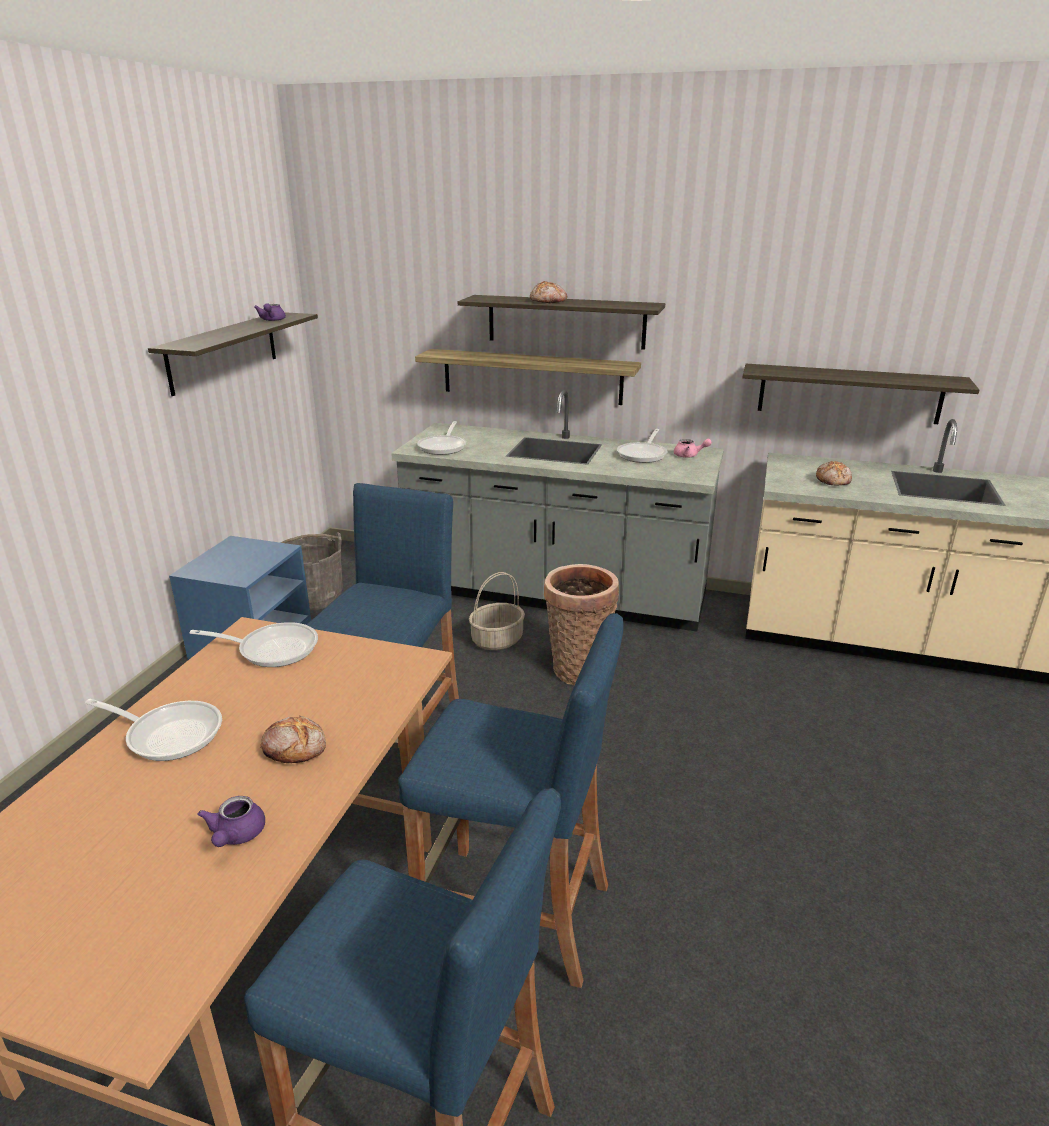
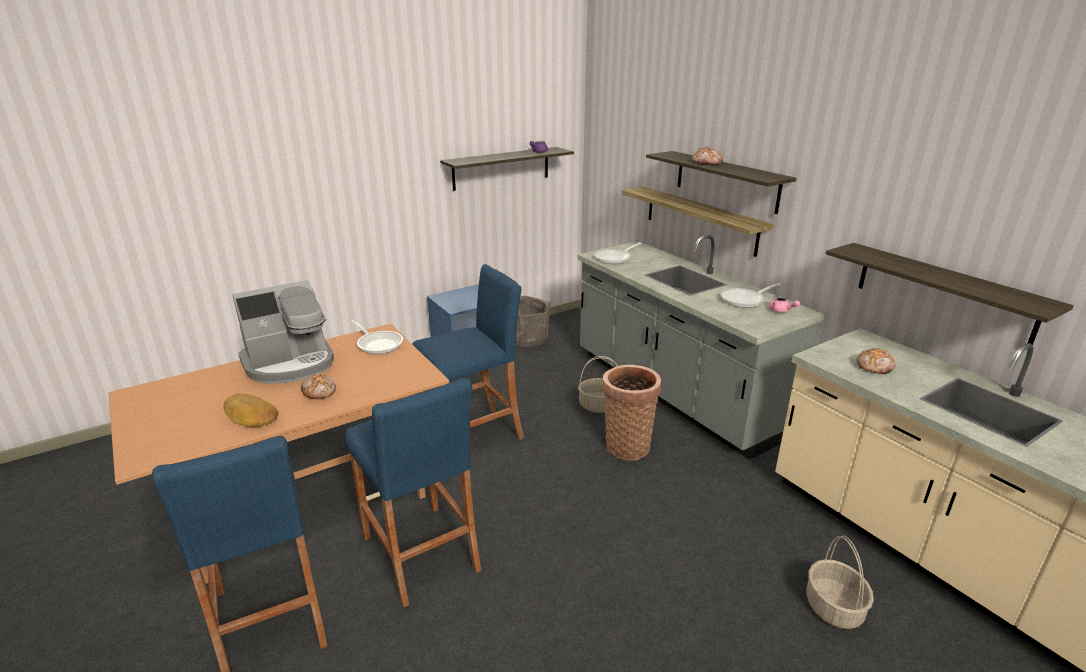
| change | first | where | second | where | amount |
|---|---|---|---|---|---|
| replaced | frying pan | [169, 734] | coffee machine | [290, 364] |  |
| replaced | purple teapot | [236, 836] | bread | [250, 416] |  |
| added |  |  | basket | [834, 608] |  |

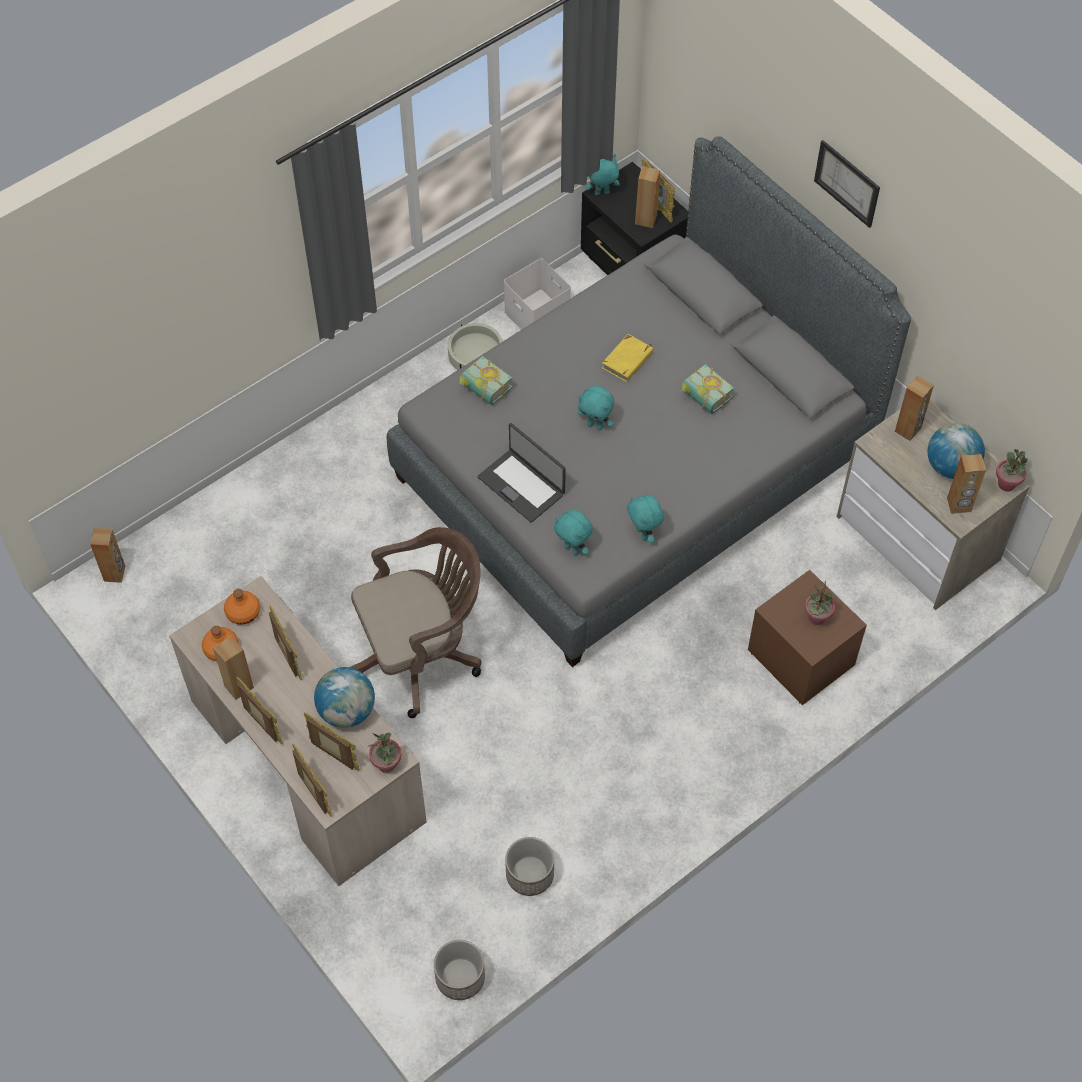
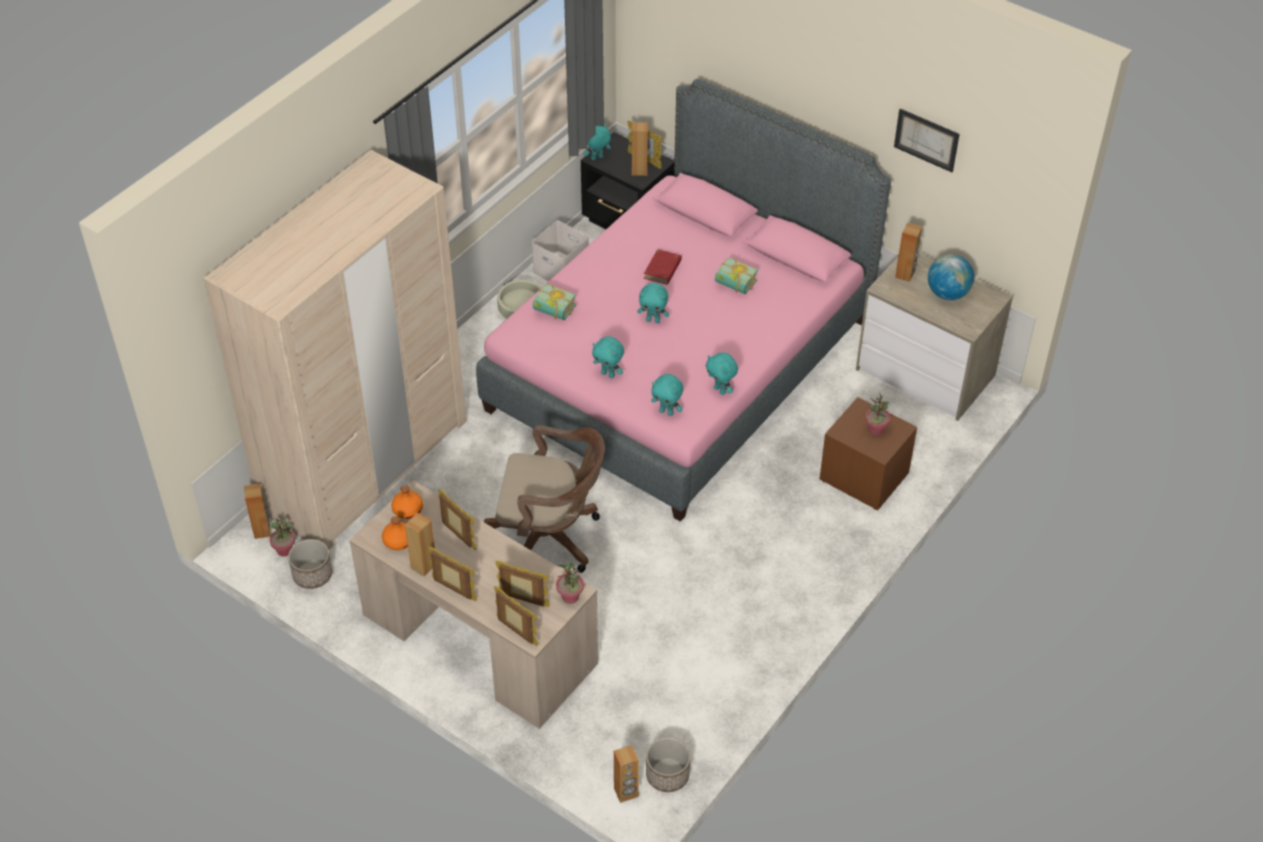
| change | first | where | second | where | amount |
|---|---|---|---|---|---|
| recoloured | grey bed | [635, 464] | pink bed | [680, 363] |  |
| moved | picture | [847, 183] |  | [926, 139] |  |
| recoloured | yellow book | [627, 360] | red book | [663, 269] |  |
| replaced | laptop | [522, 485] | turquoise plush toy | [608, 374] |  |
| moved | potted plant | [1006, 484] |  | [284, 550] |  |
| moved | brown speaker | [959, 505] |  | [626, 792] |  |
| turned | brown office chair | [421, 654] |  | [550, 538] | 45 degrees clockwise |
| removed | globe | [347, 711] |  |  |  |
| moved | planter | [529, 874] |  | [312, 574] |  |
| added |  |  | beige wardrobe | [365, 465] |  |

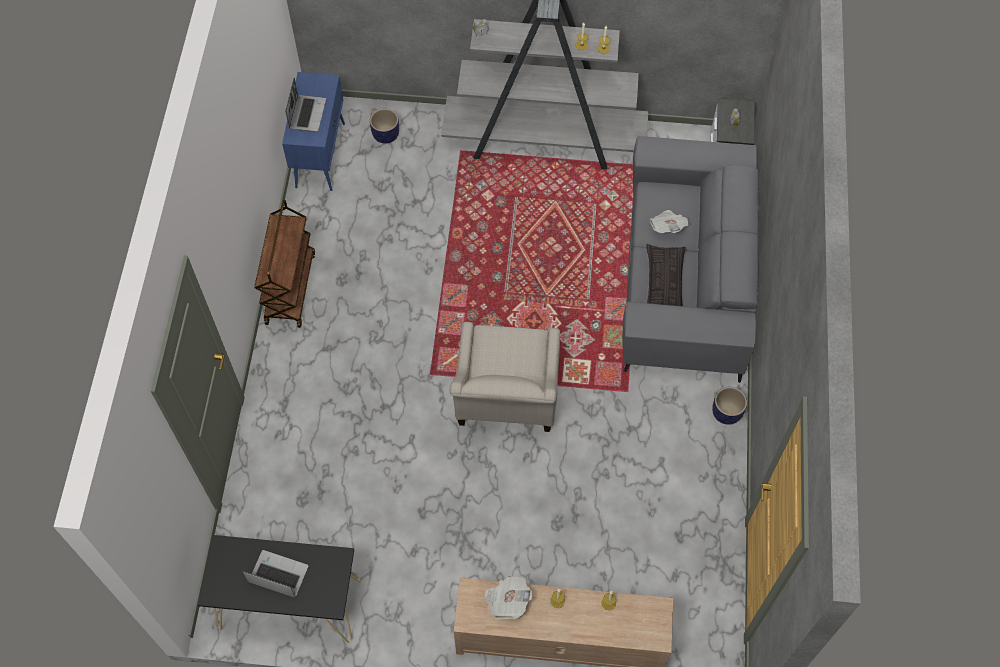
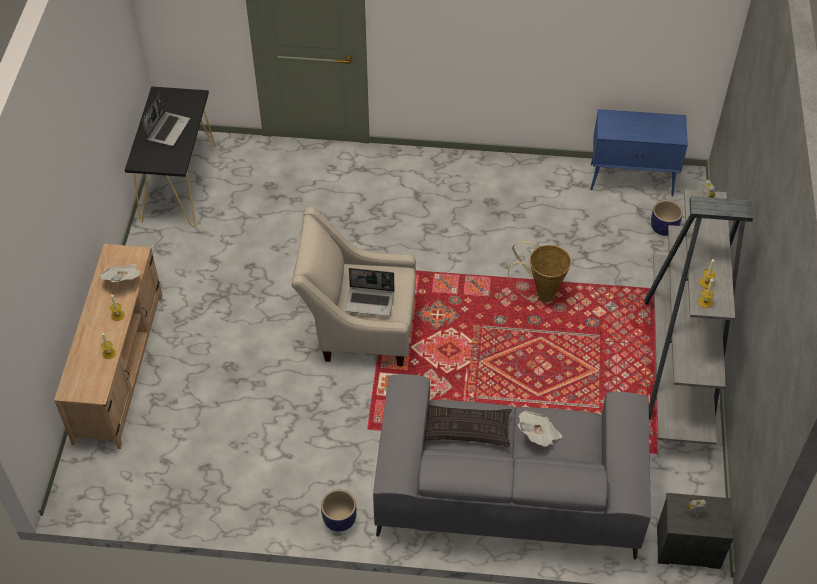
| change | first | where | second | where | amount |
|---|---|---|---|---|---|
| moved | laptop | [307, 113] |  | [370, 301] |  |
| removed | brown cart | [290, 287] |  |  |  |
| added |  |  | basket | [540, 294] |  |

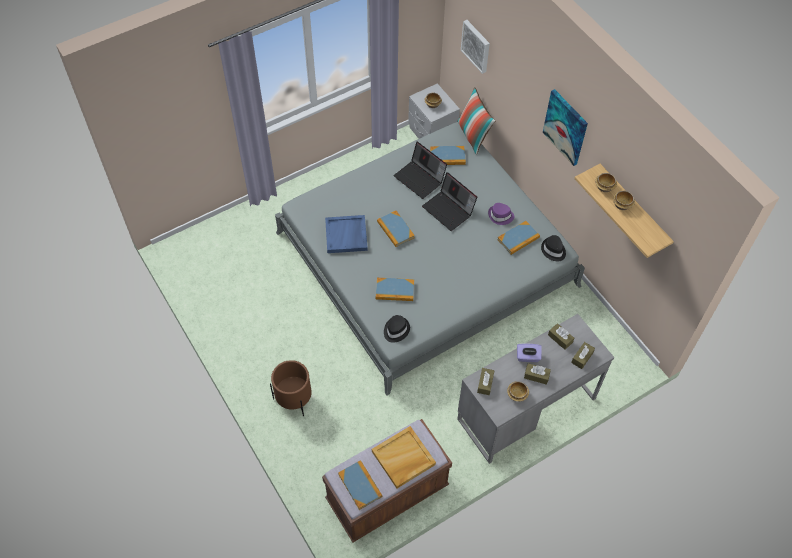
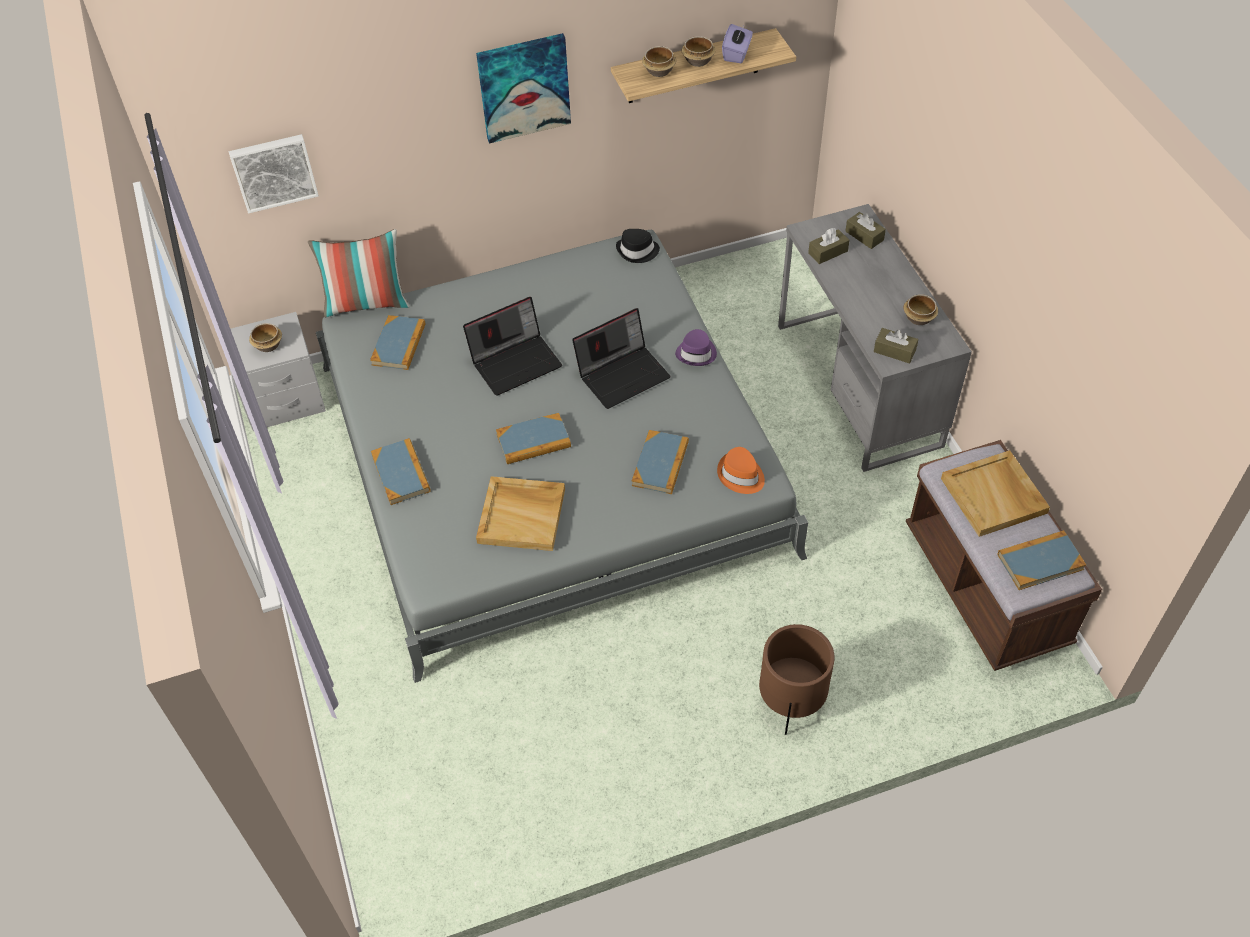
| change | first | where | second | where | amount |
|---|---|---|---|---|---|
| moved | laptop | [420, 179] |  | [623, 374] |  |
| moved | purple hat | [500, 216] |  | [696, 353] |  |
| recoloured | blue tray | [346, 235] | beige tray | [522, 515] |  |
| moved | book | [518, 239] |  | [401, 473] |  |
| recoloured | black hat | [396, 330] | orange hat | [740, 475] |  |
| moved | purple tissue box | [527, 357] |  | [736, 54] |  |
| removed | brown tissue box | [536, 376] |  |  |  |

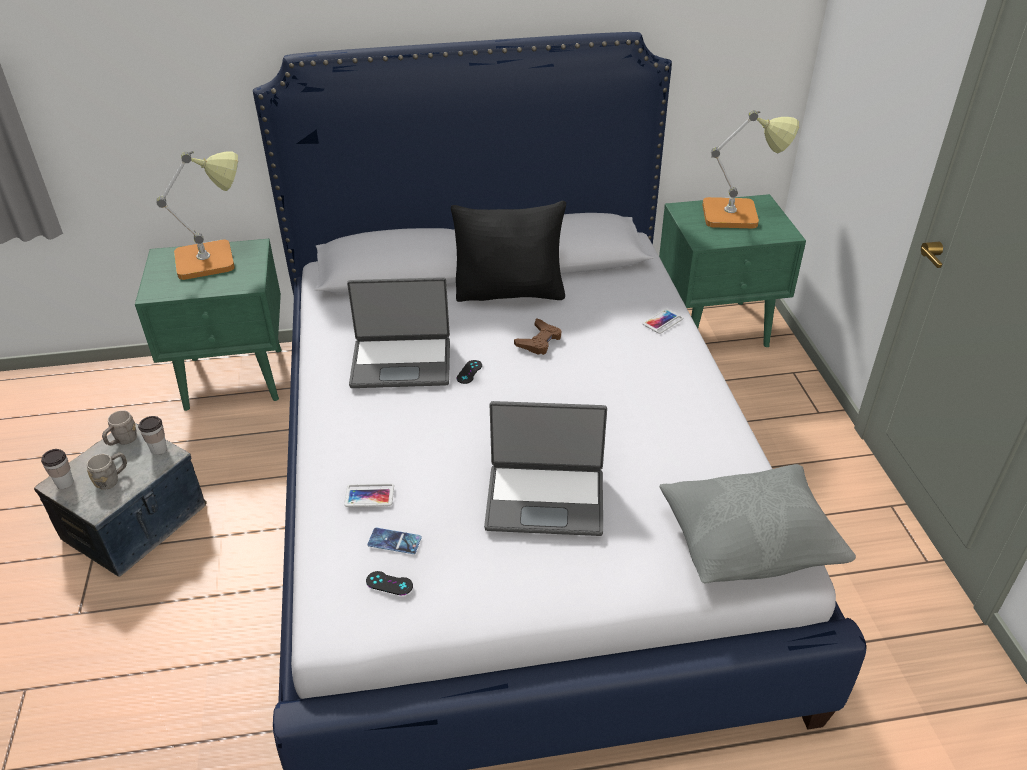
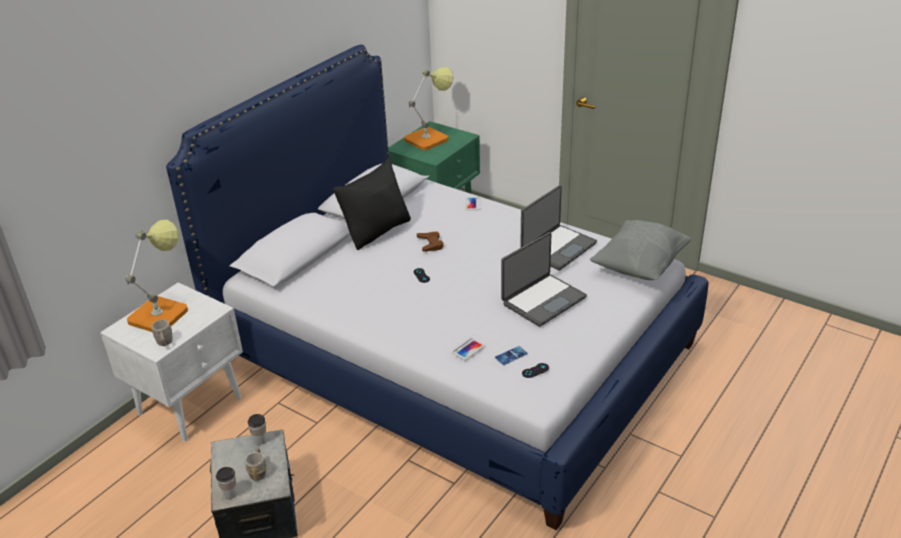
| change | first | where | second | where | amount |
|---|---|---|---|---|---|
| recoloured | green nightstand | [236, 378] | white nightstand | [191, 404] |  |
| moved | laptop | [401, 362] |  | [557, 248] |  |
| moved | grey mug | [123, 441] |  | [165, 343] |  |

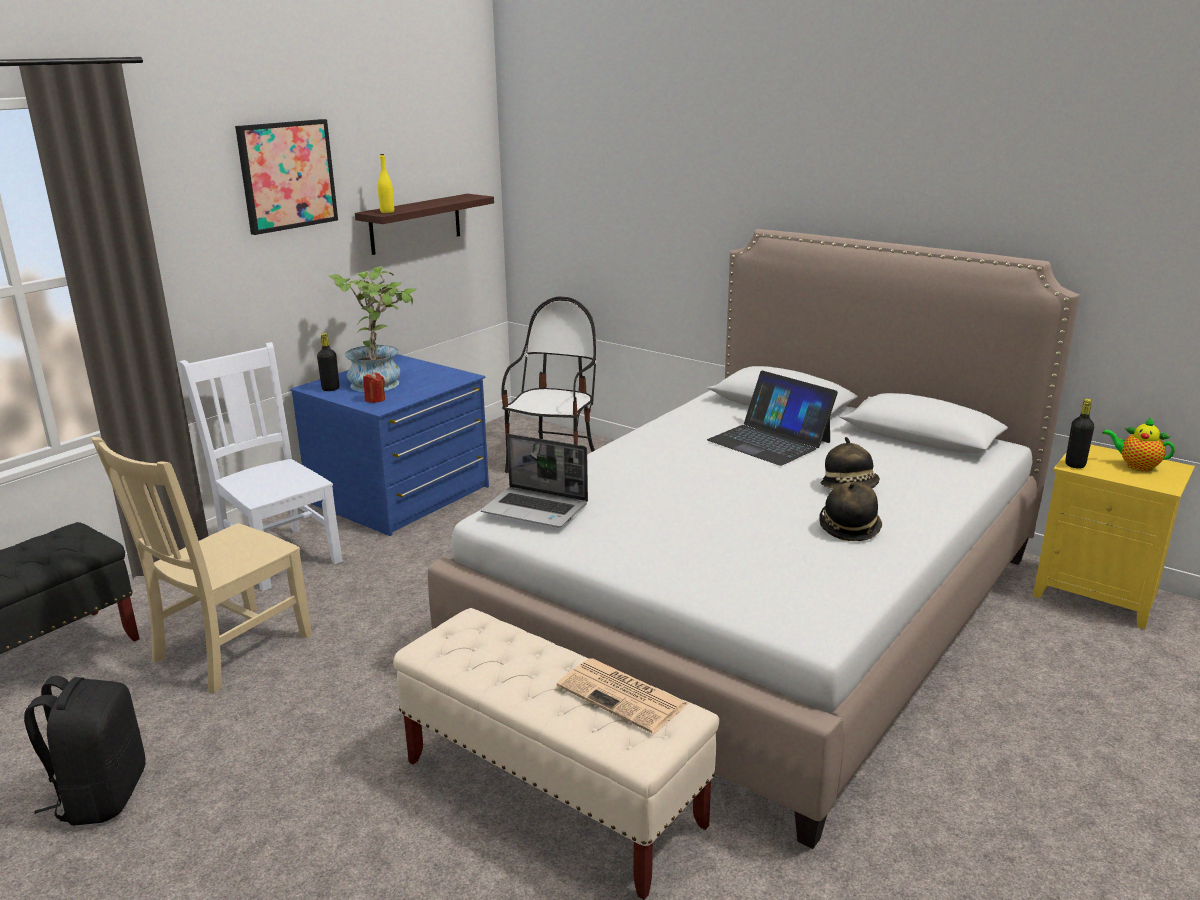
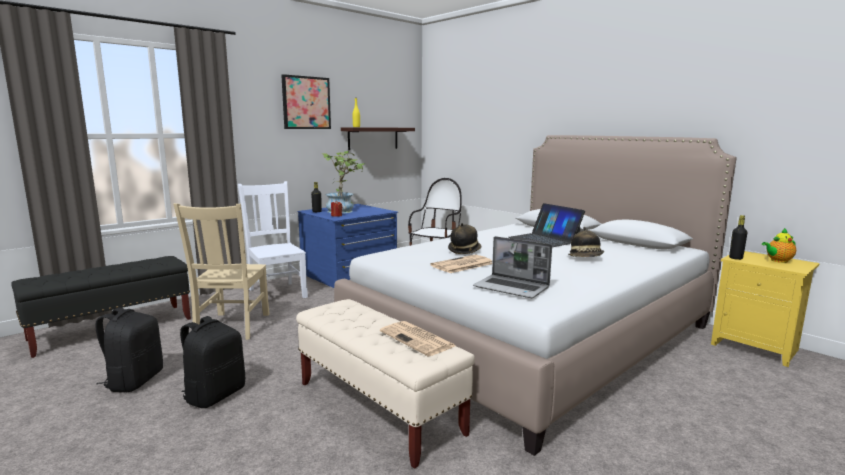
| change | first | where | second | where | amount |
|---|---|---|---|---|---|
| turned | teapot | [1136, 466] |  | [777, 261] | 60 degrees counterclockwise |
| moved | laptop | [536, 509] |  | [512, 288] |  |
| turned | beige chair | [228, 650] |  | [232, 327] | 45 degrees counterclockwise |
| moved | hat | [849, 528] |  | [464, 250] |  |
| added |  |  | newspaper | [462, 265] |  |
| added |  |  | black backpack | [215, 395] |  |

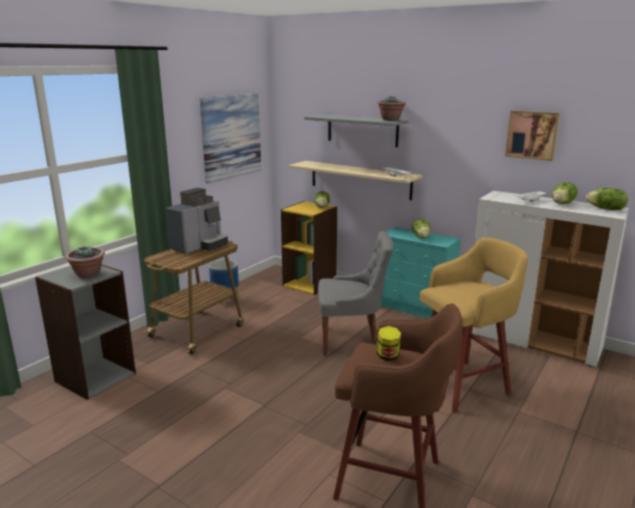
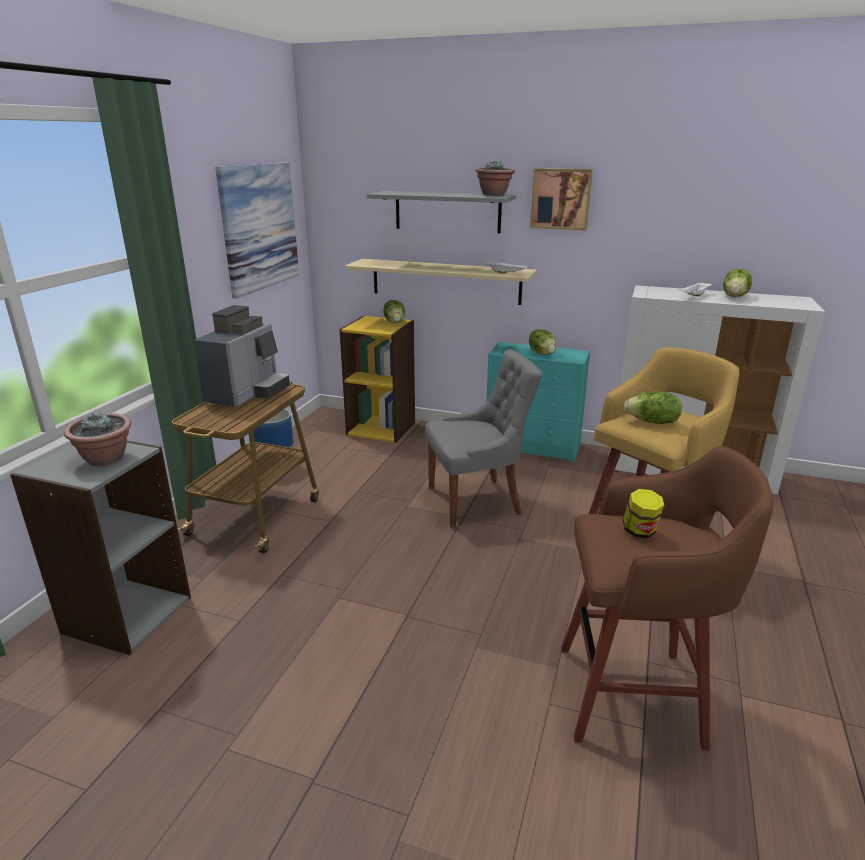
| change | first | where | second | where | amount |
|---|---|---|---|---|---|
| moved | picture | [532, 135] |  | [561, 199] |  |
| moved | lettuce | [606, 209] |  | [652, 422] |  |

